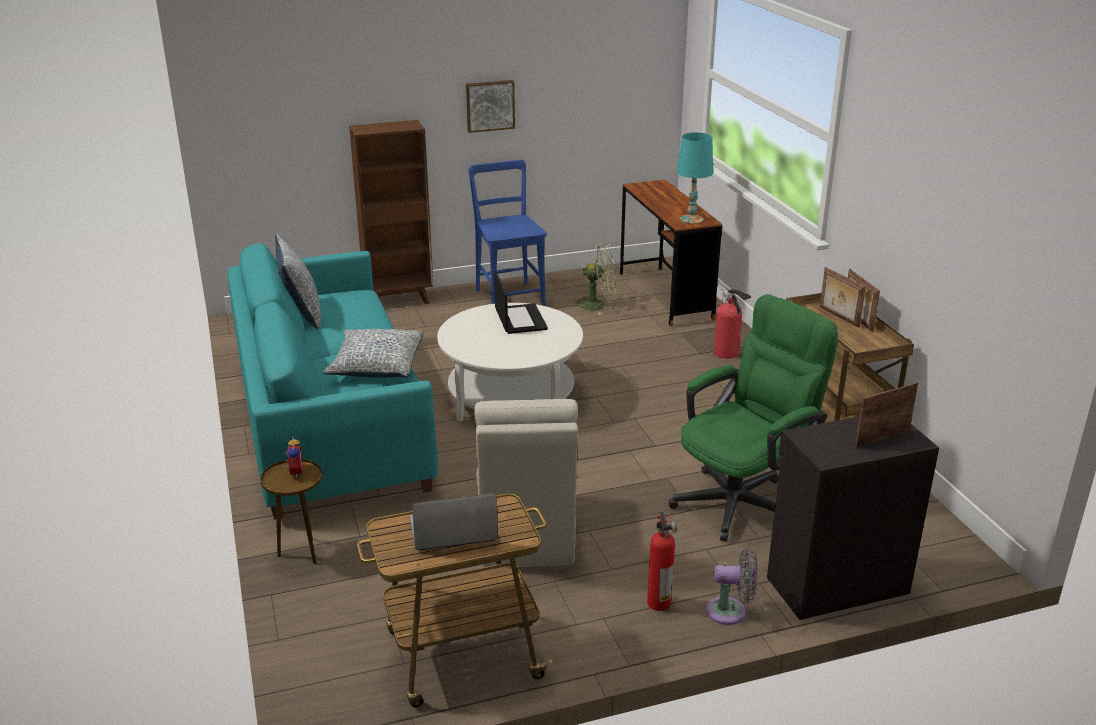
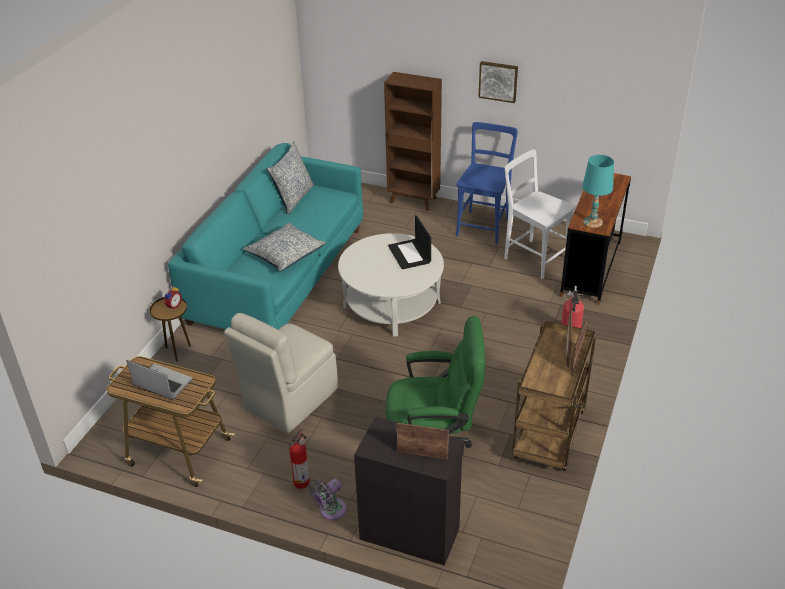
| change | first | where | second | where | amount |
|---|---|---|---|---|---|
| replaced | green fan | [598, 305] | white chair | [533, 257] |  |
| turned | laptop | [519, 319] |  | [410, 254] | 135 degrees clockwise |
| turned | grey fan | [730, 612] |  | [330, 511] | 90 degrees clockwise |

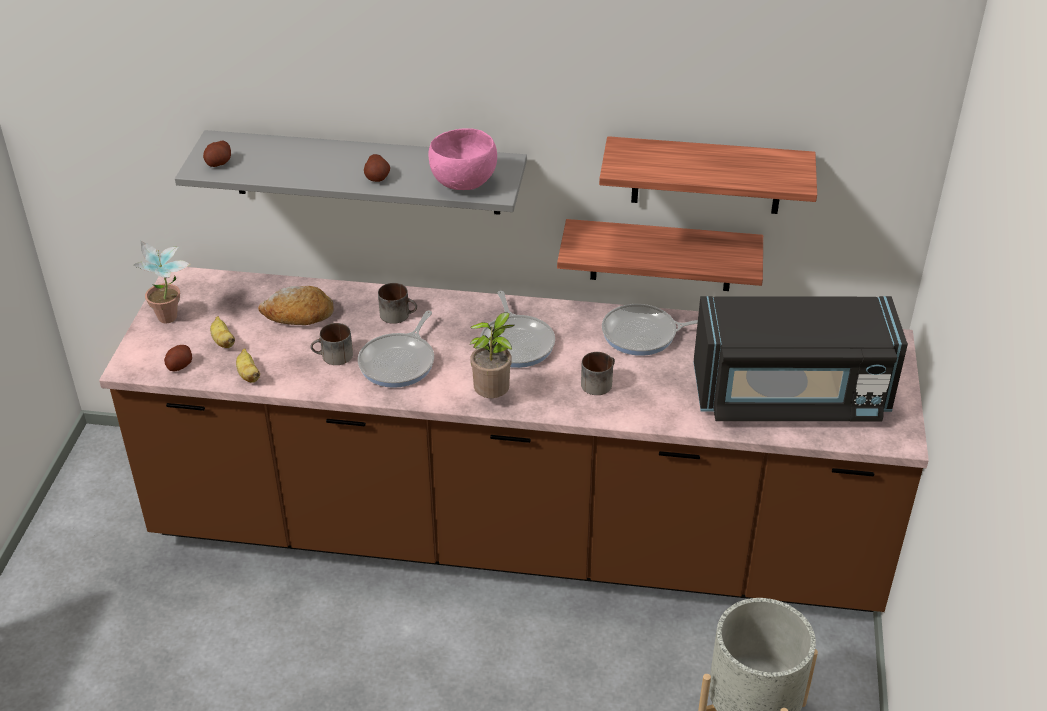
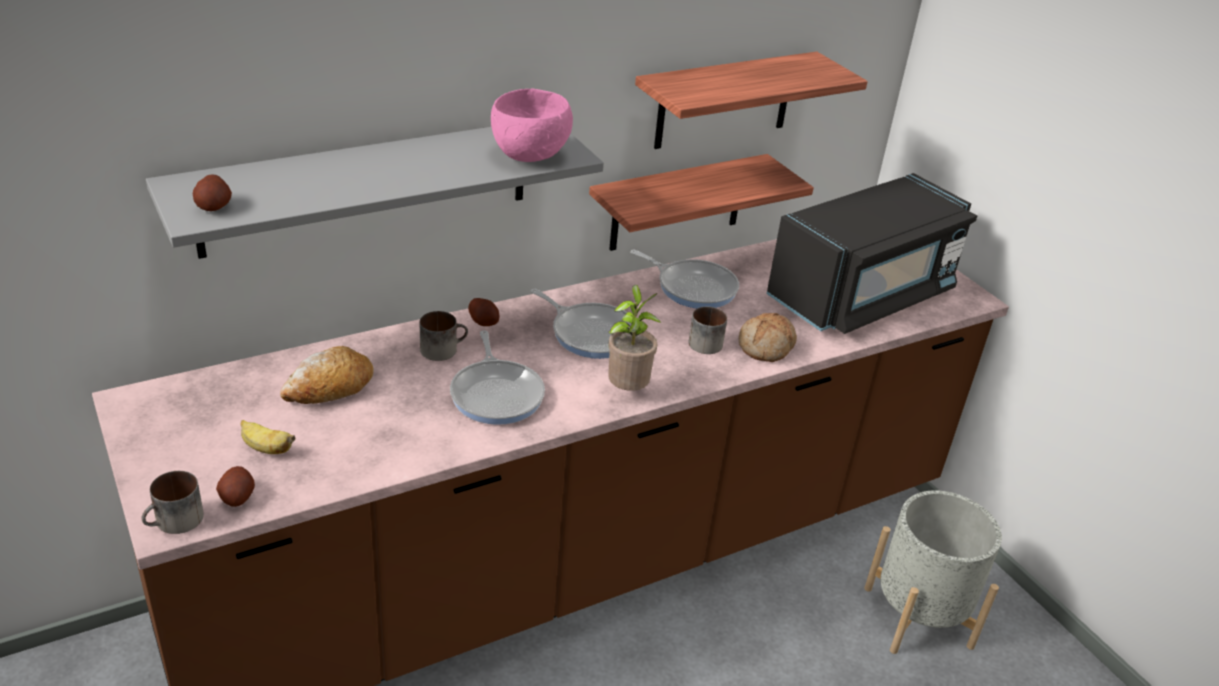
| change | first | where | second | where | amount |
|---|---|---|---|---|---|
| moved | potato | [377, 177] |  | [484, 322] |  |
| removed | potted plant | [172, 321] |  |  |  |
| turned | frying pan | [643, 335] |  | [693, 287] | 105 degrees counterclockwise |
| moved | mug | [333, 357] |  | [175, 522] |  |
| removed | banana | [248, 375] |  |  |  |
| added |  |  | bread | [766, 347] |  |

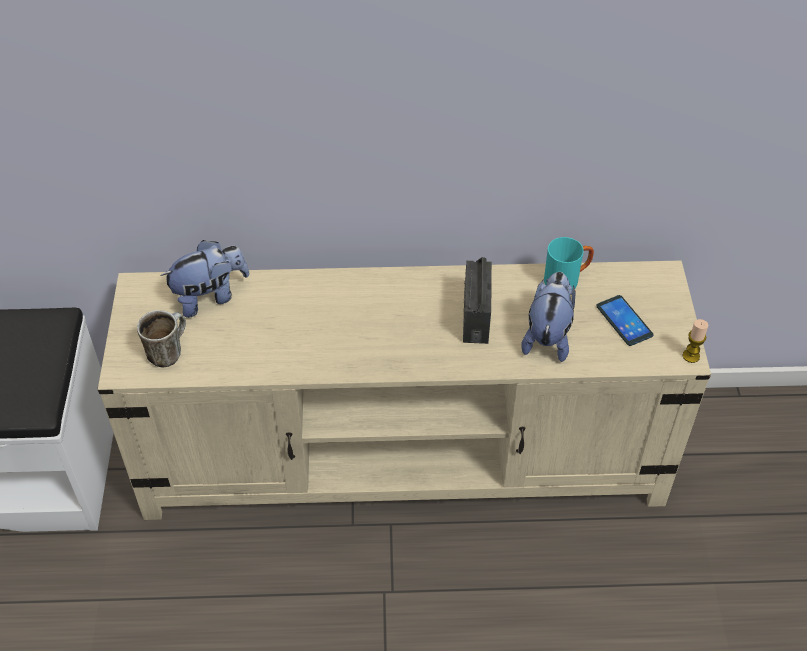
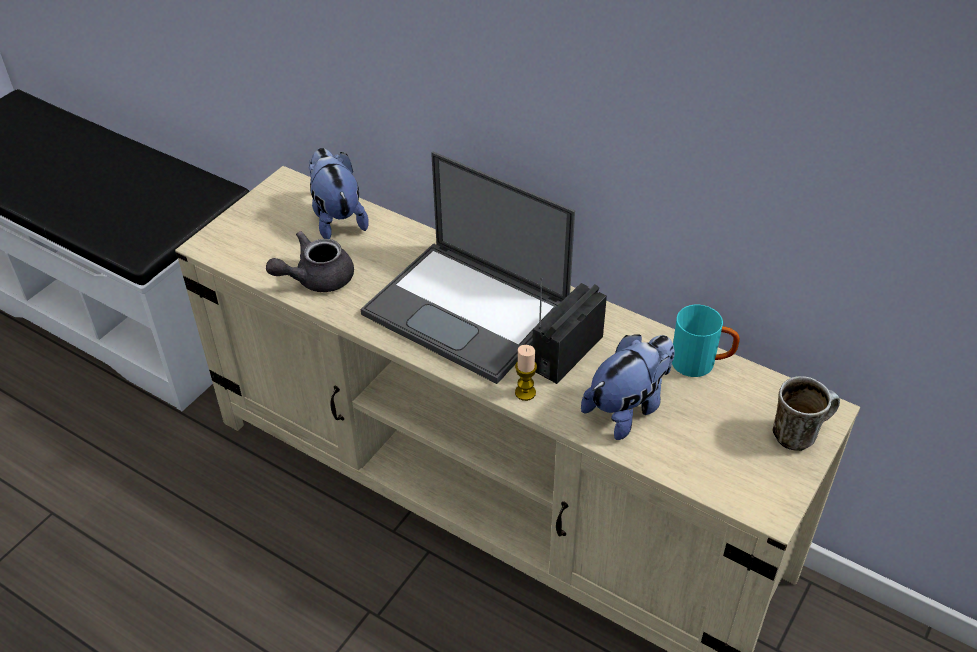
| change | first | where | second | where | amount |
|---|---|---|---|---|---|
| turned | plush toy | [210, 297] |  | [337, 218] | 120 degrees counterclockwise |
| removed | phone | [624, 321] |  |  |  |
| moved | mug | [168, 351] |  | [799, 433] |  |
| moved | candle | [691, 356] |  | [525, 392] |  |
| added |  |  | laptop | [468, 310] |  |
| added |  |  | grey teapot | [316, 279] |  |

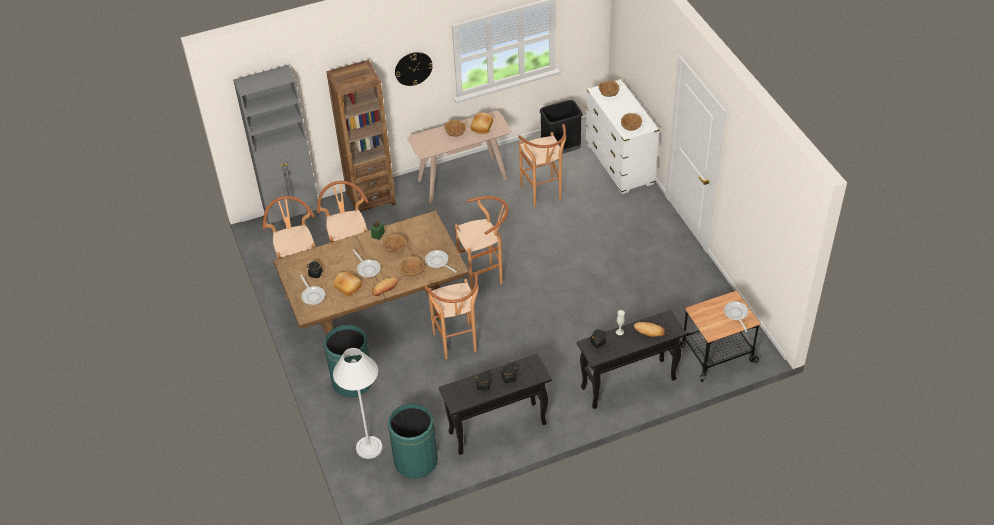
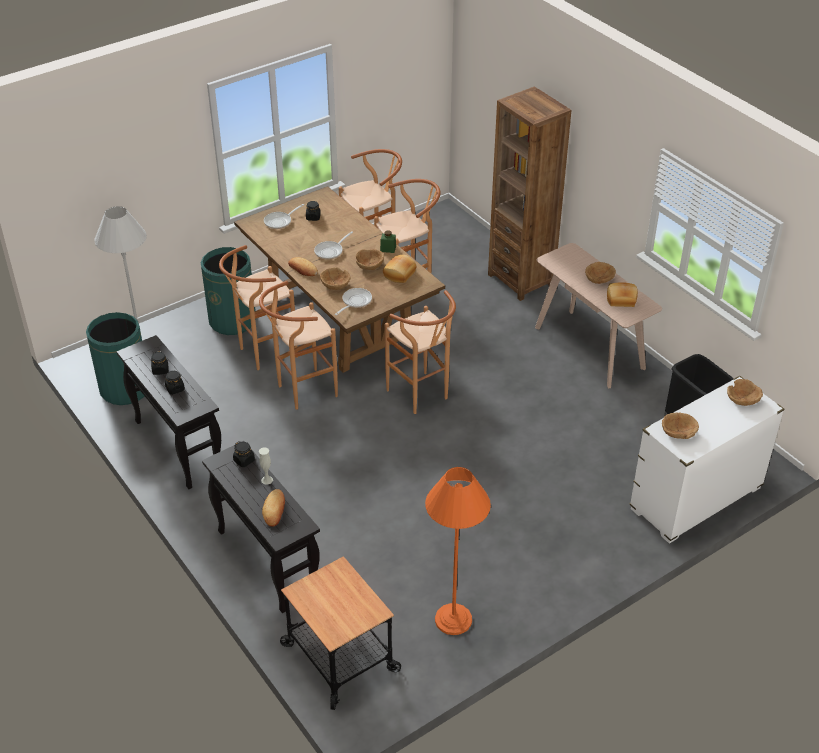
| change | first | where | second | where | amount |
|---|---|---|---|---|---|
| removed | wall clock | [413, 68] |  |  |  |
| removed | grey cabinet | [294, 216] |  |  |  |
| moved | brown stool | [543, 196] |  | [263, 354] |  |
| moved | bread | [348, 286] |  | [400, 274] |  |
| removed | frying pan | [736, 314] |  |  |  |
| added |  |  | orange floor lamp | [453, 619] |  |

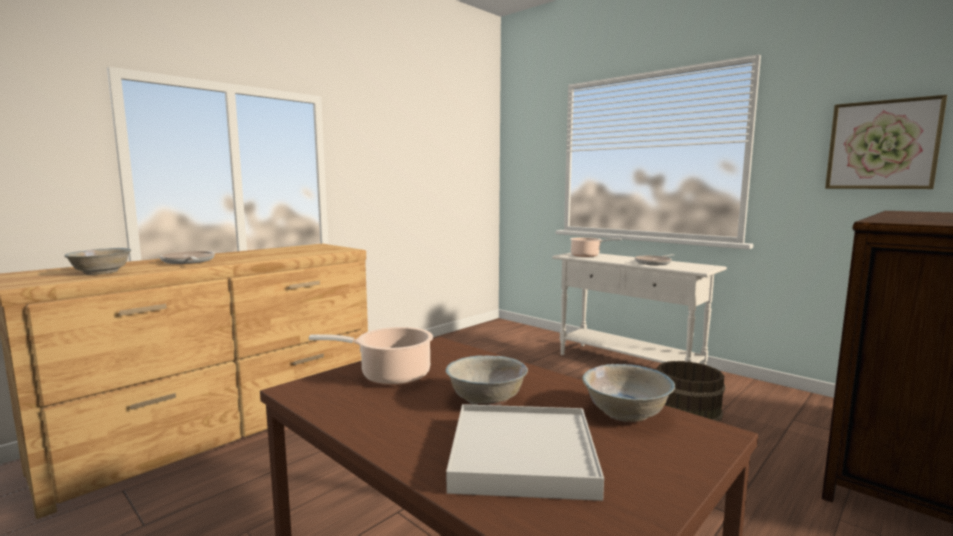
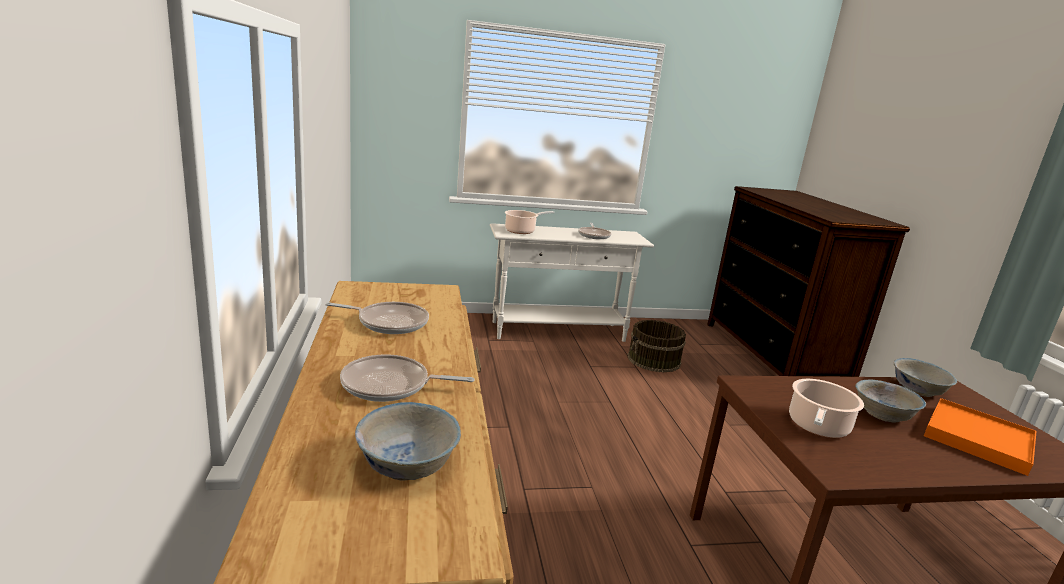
| change | first | where | second | where | amount |
|---|---|---|---|---|---|
| removed | picture | [882, 145] |  |  |  |
| recoloured | white tray | [522, 455] | orange tray | [977, 439] |  |
| added |  |  | frying pan | [389, 322] |  |

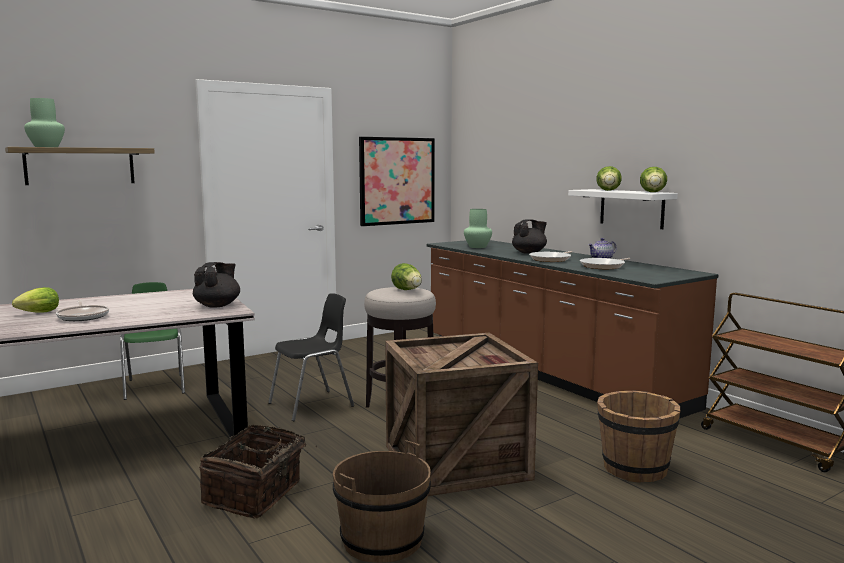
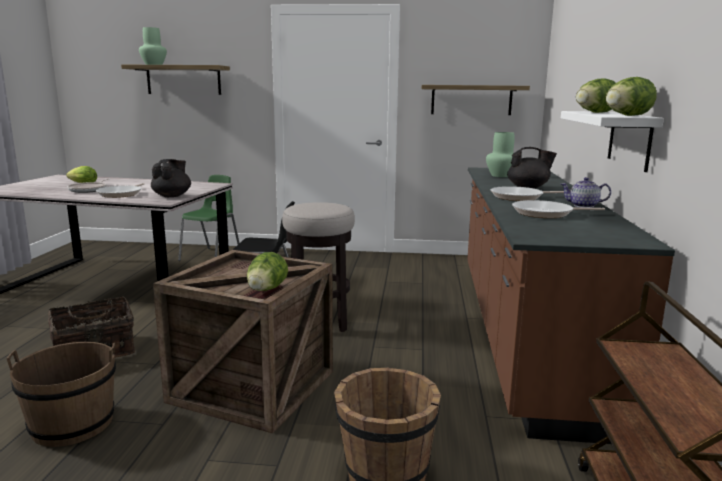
| change | first | where | second | where | amount |
|---|---|---|---|---|---|
| replaced | picture | [397, 181] | shelf | [471, 100] |  |
| turned | black teapot | [218, 305] |  | [172, 196] | 45 degrees counterclockwise |
| moved | lettuce | [408, 290] |  | [266, 290] |  |
| added |  |  | frying pan | [121, 194] |  |

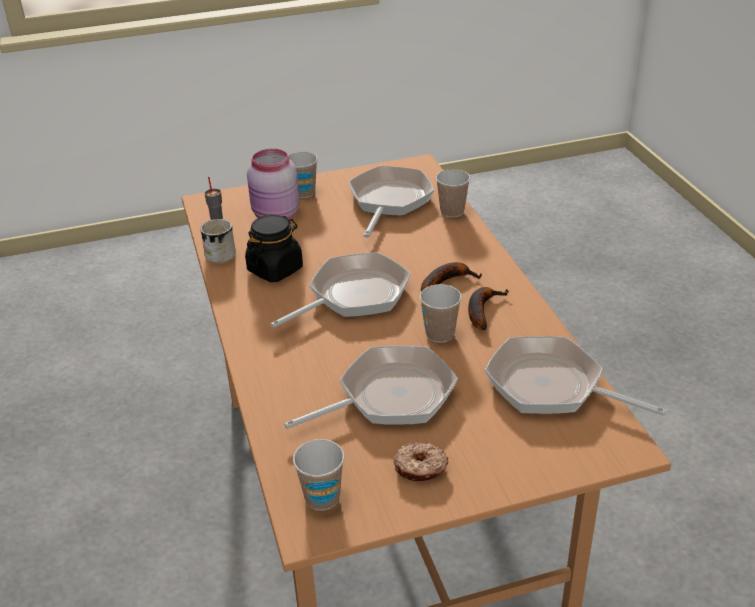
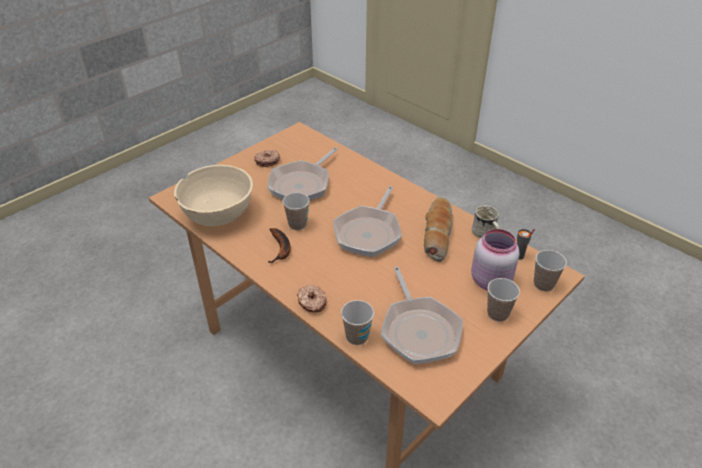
| change | first | where | second | where | amount |
|---|---|---|---|---|---|
| replaced | black jar | [275, 269] | bread | [436, 234] |  |
| removed | banana | [446, 281] |  |  |  |
| replaced | frying pan | [552, 386] | beige bowl | [218, 214] |  |
| moved | cup | [322, 498] |  | [543, 284] |  |
| added |  |  | donut | [312, 302] |  |

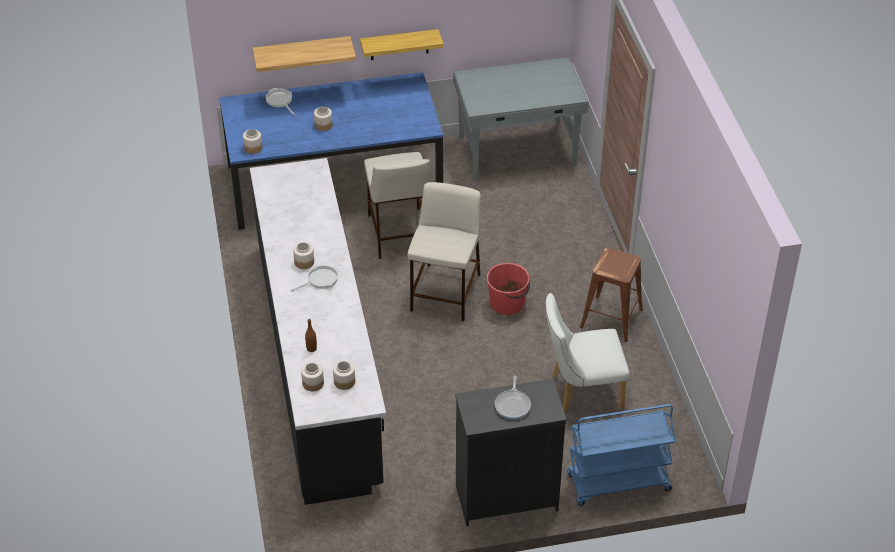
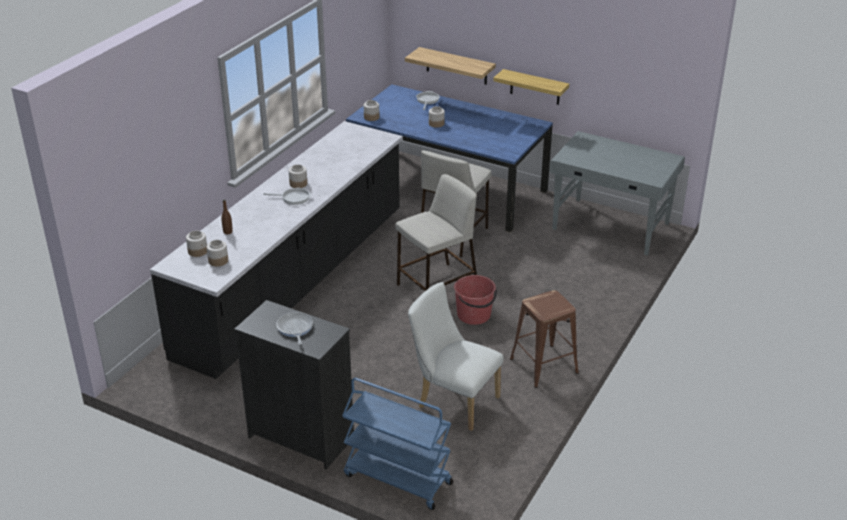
| change | first | where | second | where | amount |
|---|---|---|---|---|---|
| turned | frying pan | [513, 405] |  | [295, 328] | 120 degrees clockwise |

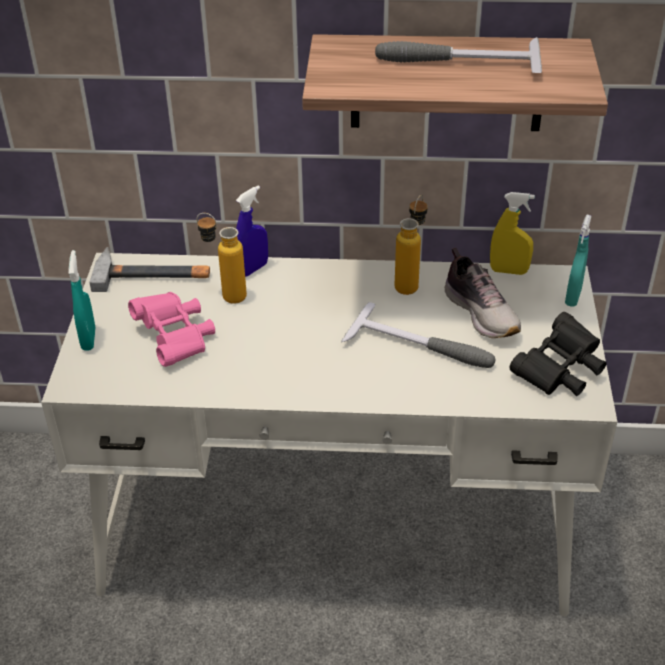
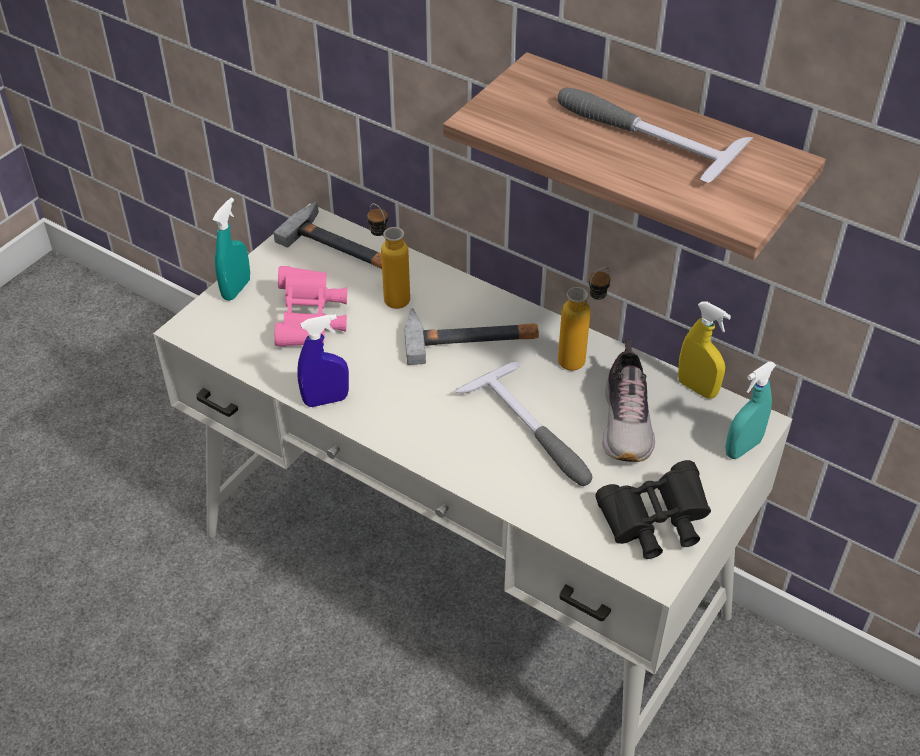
| change | first | where | second | where | amount |
|---|---|---|---|---|---|
| moved | blue spray bottle | [253, 269] |  | [326, 400] |  |
| added |  |  | hammer | [471, 337] |  |

